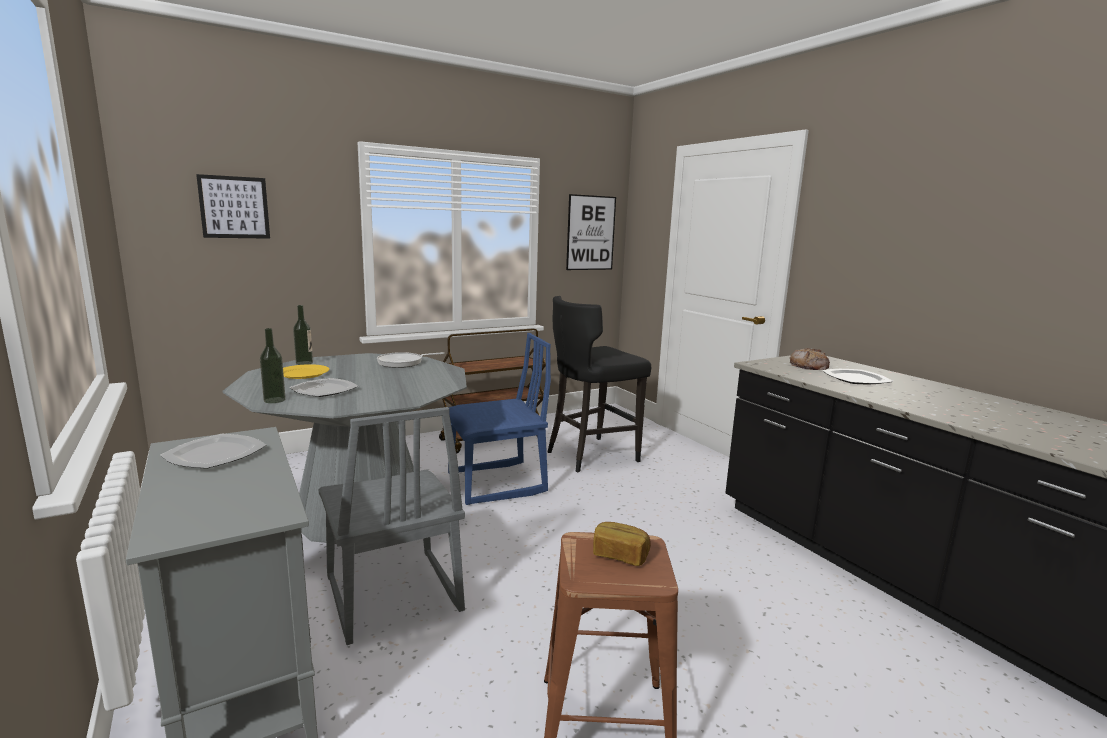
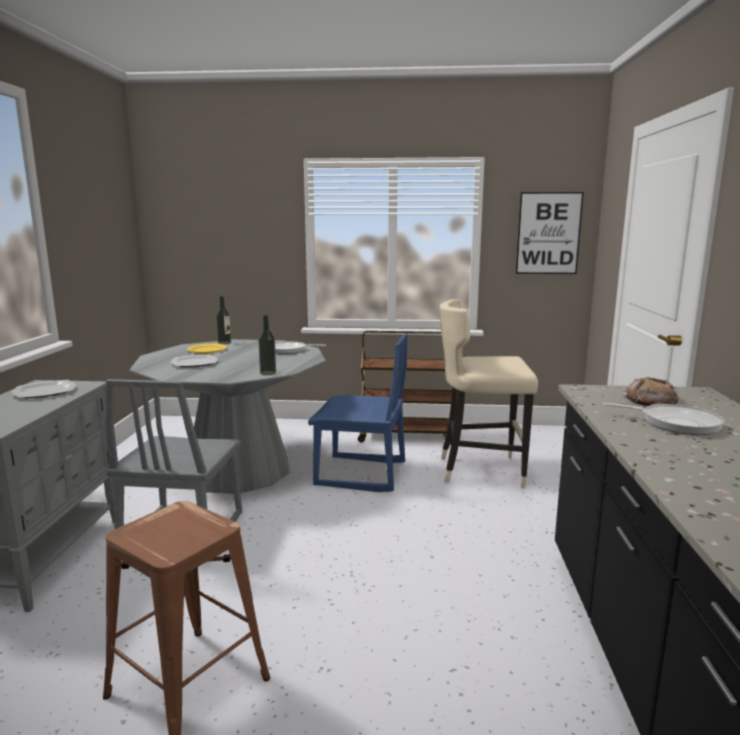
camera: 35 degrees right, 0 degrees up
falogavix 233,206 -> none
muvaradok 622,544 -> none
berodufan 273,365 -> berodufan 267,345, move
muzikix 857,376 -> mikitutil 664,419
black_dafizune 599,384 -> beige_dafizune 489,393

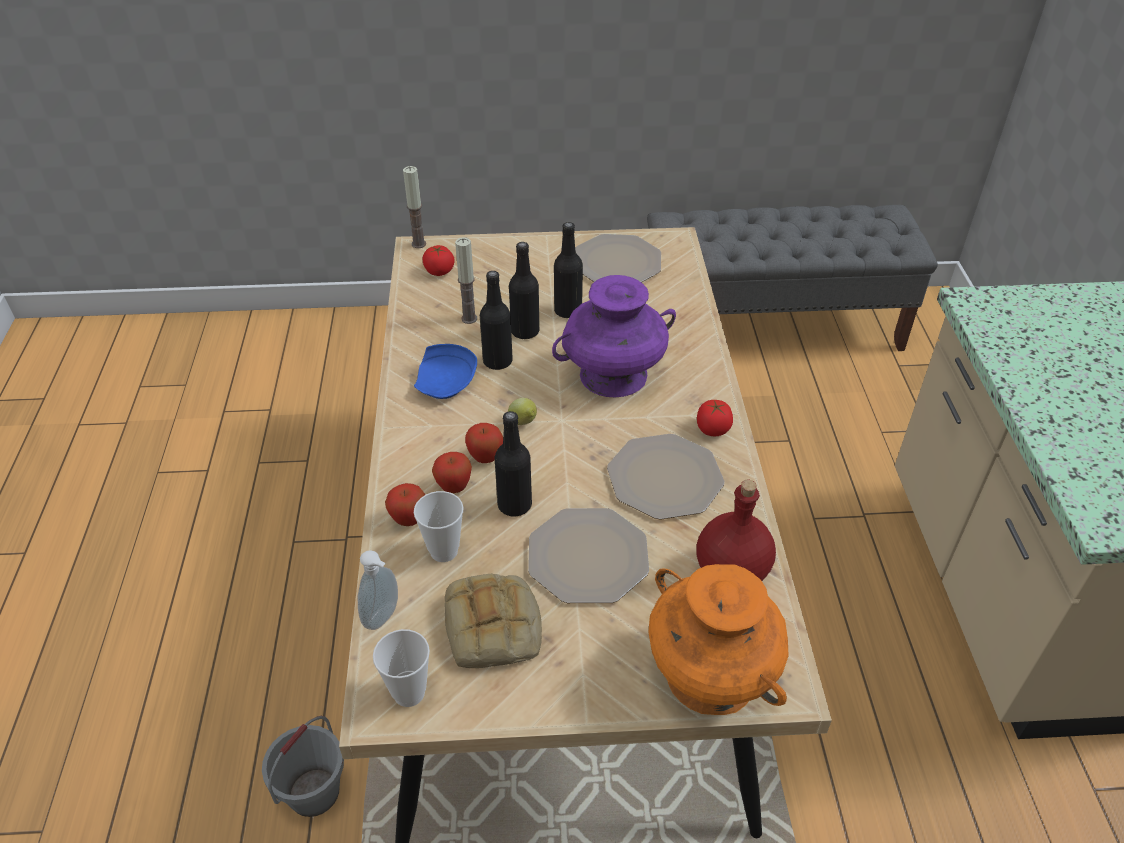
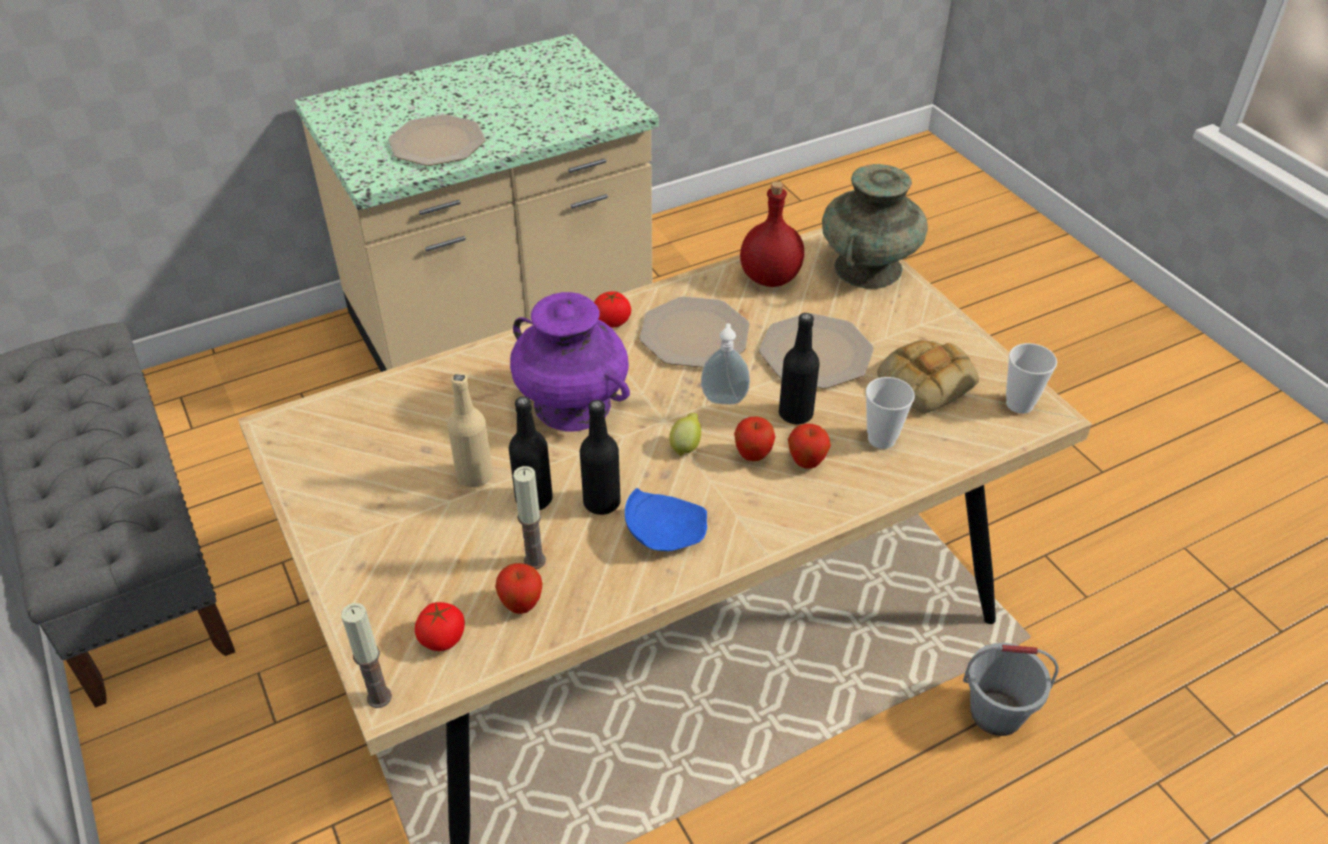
camera: 115 degrees left, 0 degrees up
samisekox 378,590 -> samisekox 725,364, move
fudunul 405,504 -> fudunul 519,588, move
muzikix 618,258 -> muzikix 436,140, move
black_berodufan 568,270 -> beige_berodufan 470,430
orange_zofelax 718,639 -> turquoise_zofelax 875,226

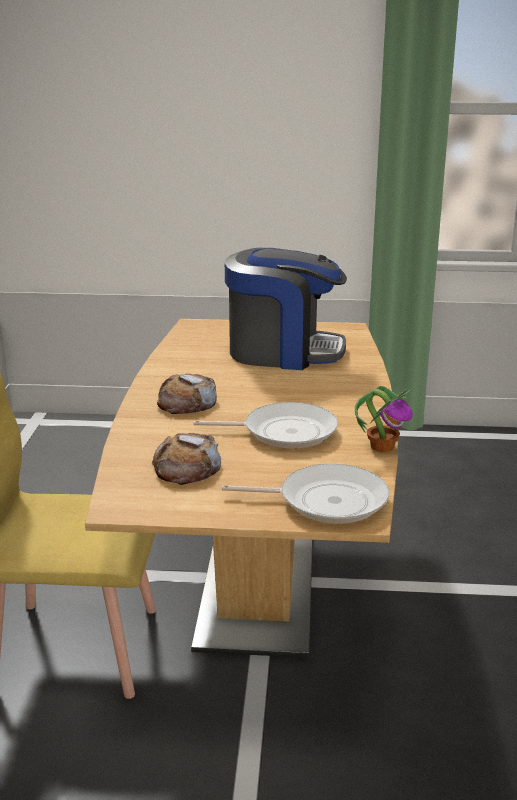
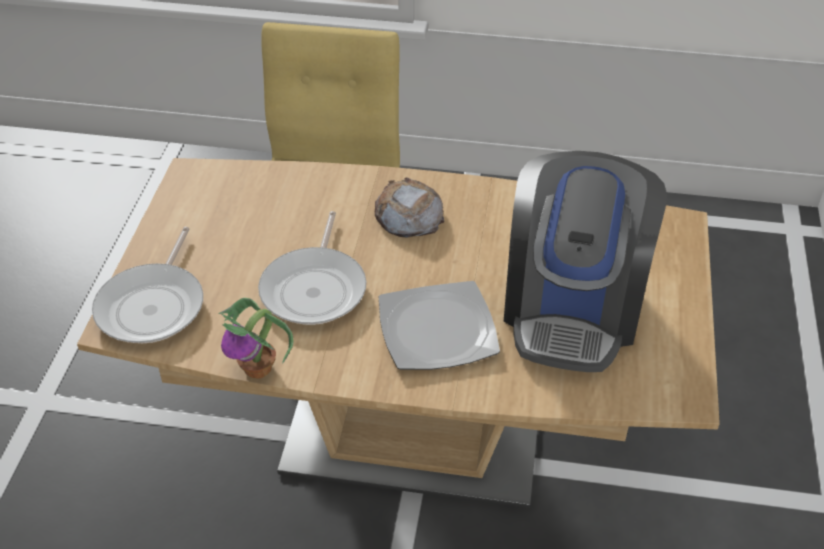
camera: 95 degrees right, 20 degrees up
muvaradok 186,459 -> none
none -> muzikix 439,325

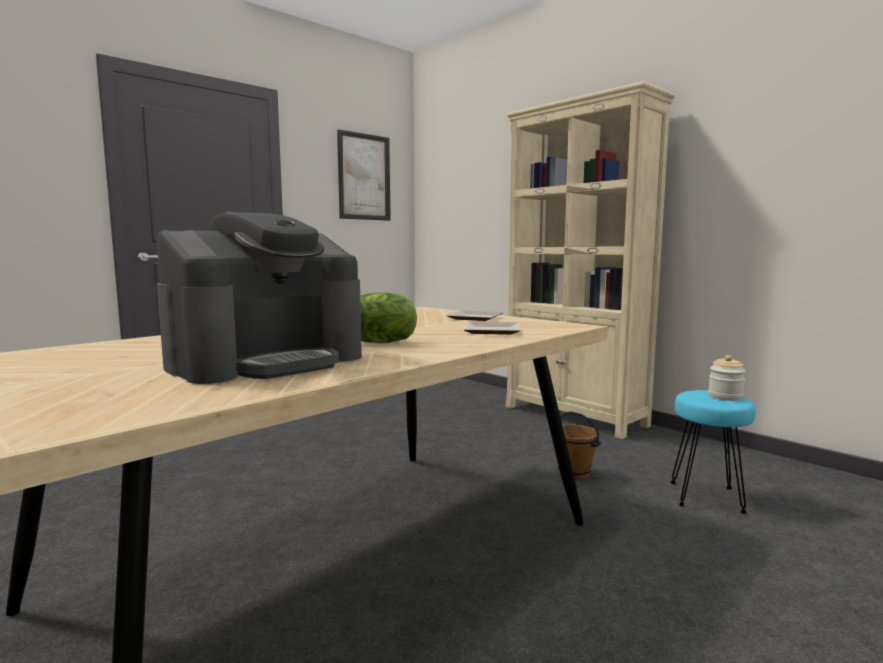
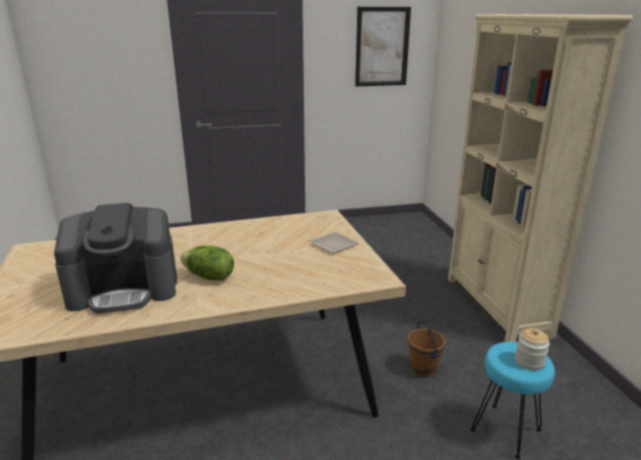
camera: 30 degrees right, 15 degrees up
muzikix 492,328 -> none

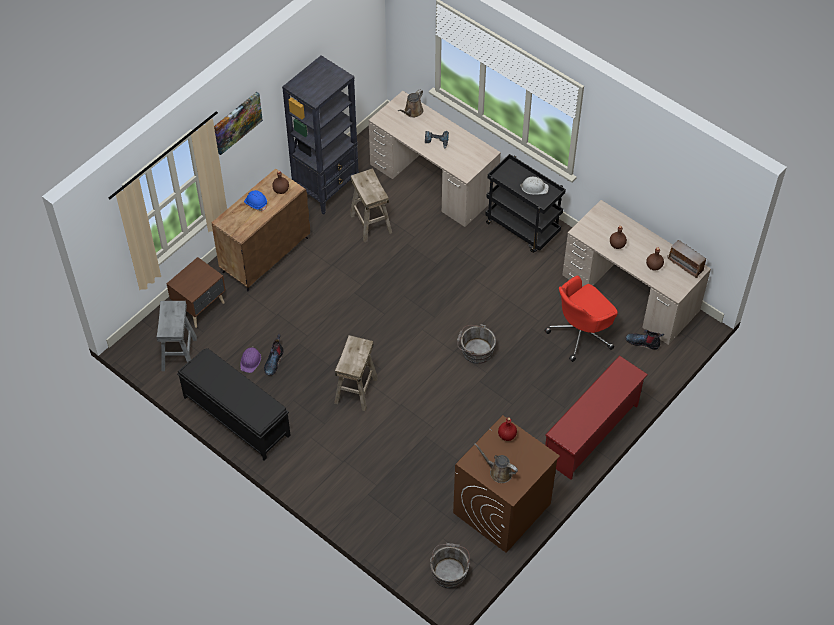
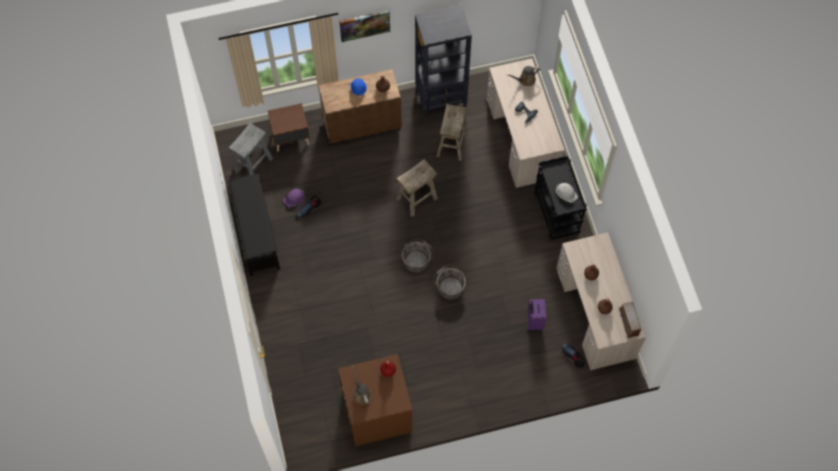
camera: 35 degrees right, 10 degrees up
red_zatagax 596,417 -> none
beige_dafizune 356,373 -> beige_dafizune 417,188, move
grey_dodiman 450,566 -> grey_dodiman 418,256, move
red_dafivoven 581,318 -> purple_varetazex 536,314

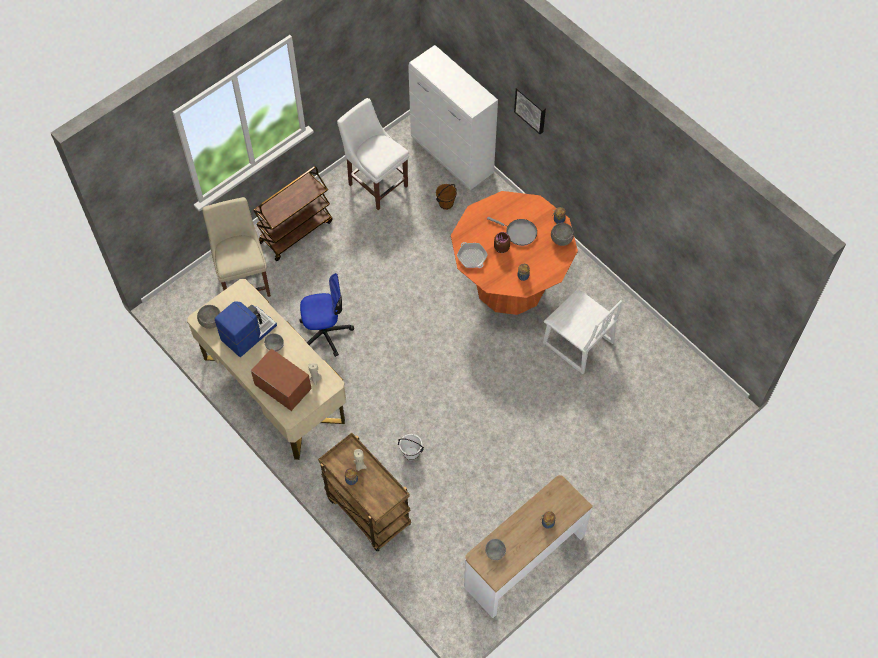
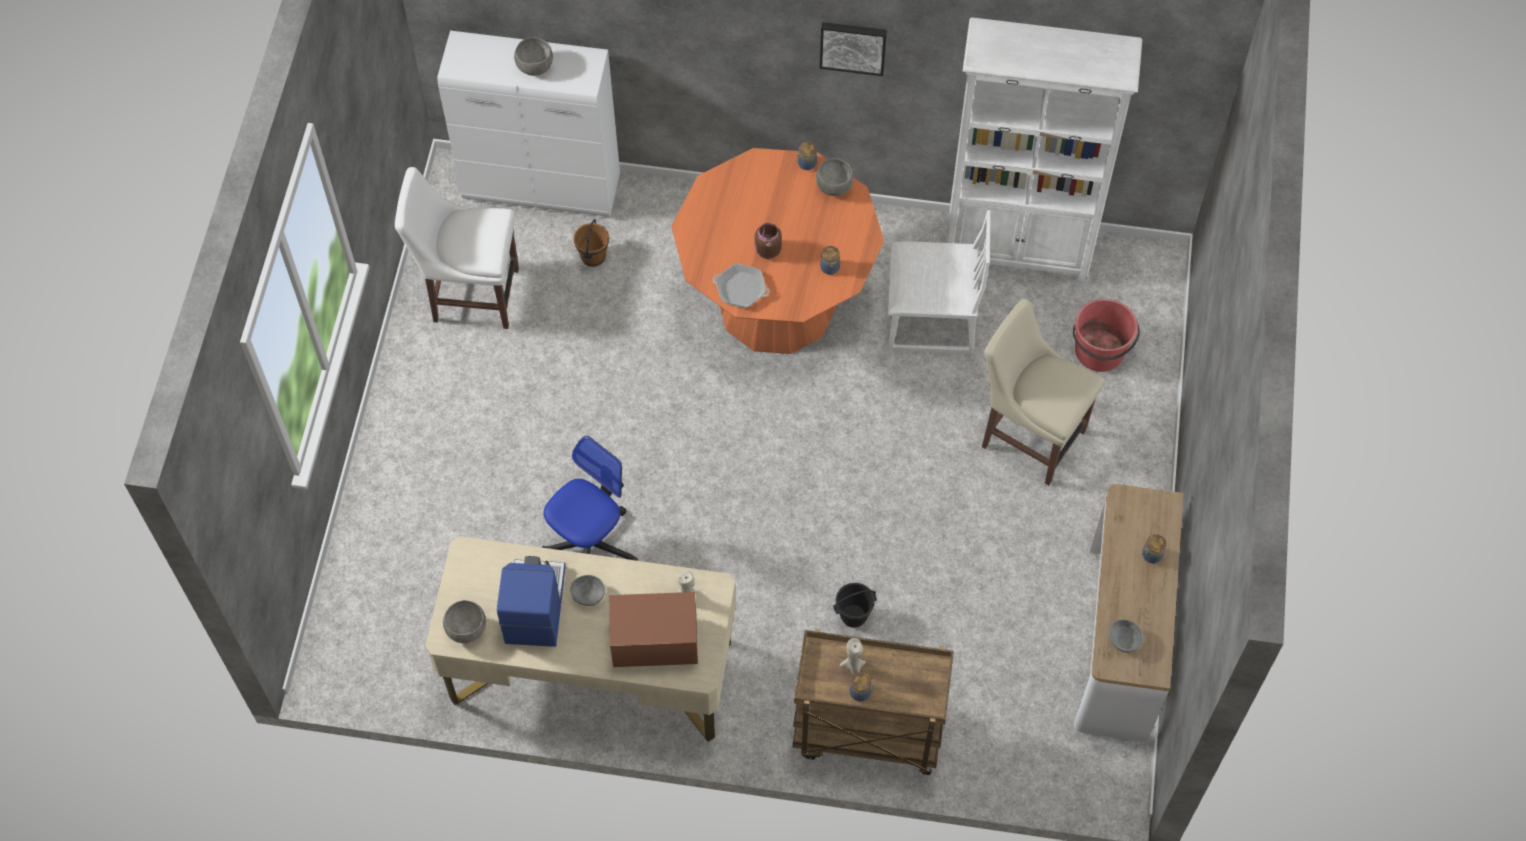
camera: 40 degrees left, 0 degrees up
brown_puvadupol 293,213 -> none
grey_mikitutil 512,231 -> none
none -> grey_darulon 533,56
none -> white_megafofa 1043,150
none -> red_dodiman 1106,335
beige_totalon 236,247 -> beige_totalon 1043,392, move
falogavix 530,110 -> falogavix 853,49, move
white_dodiman 411,447 -> black_dodiman 855,605

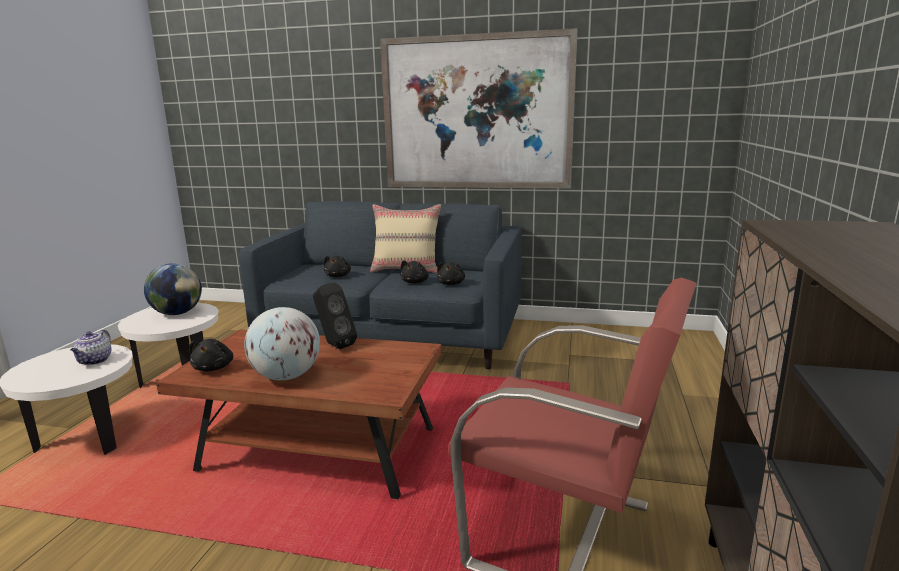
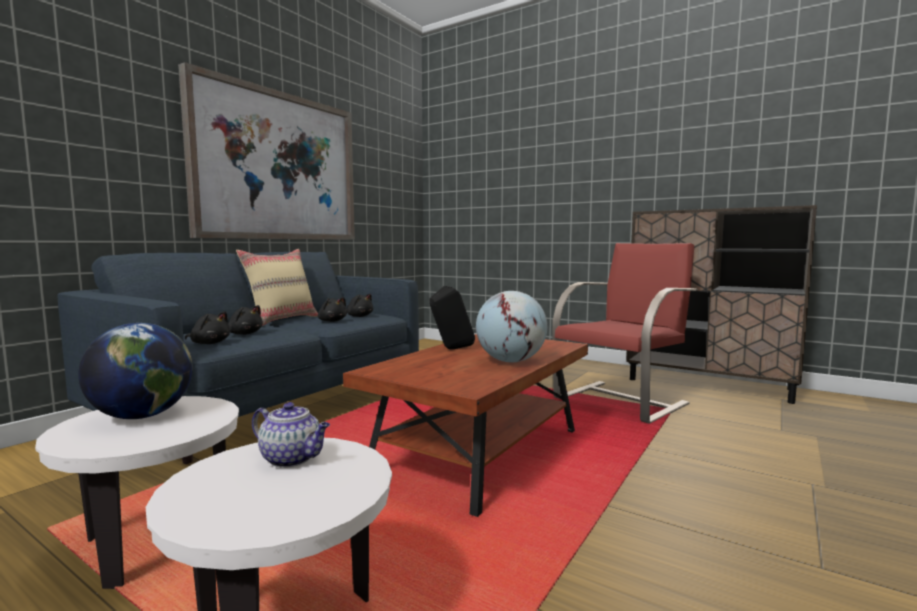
camera: 70 degrees left, 10 degrees down
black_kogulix 211,355 -> black_kogulix 207,327, move

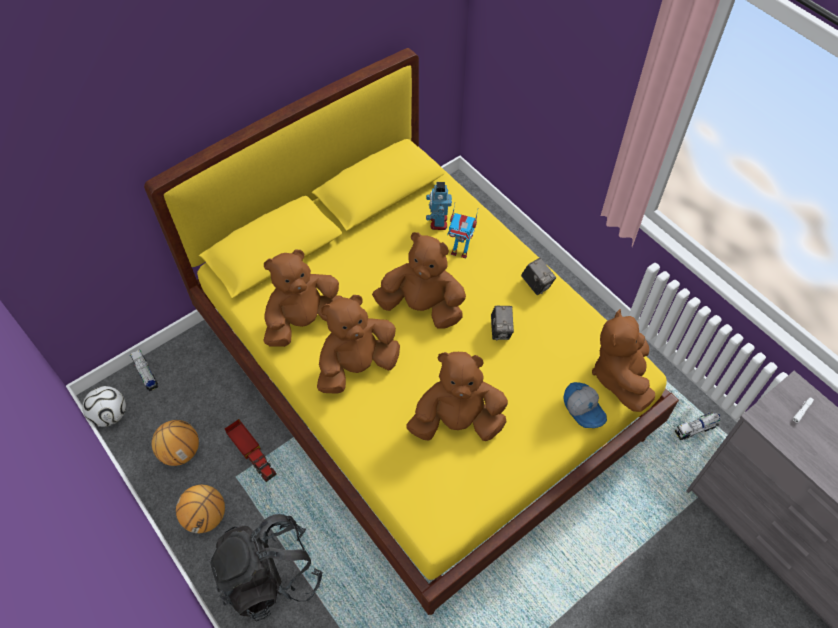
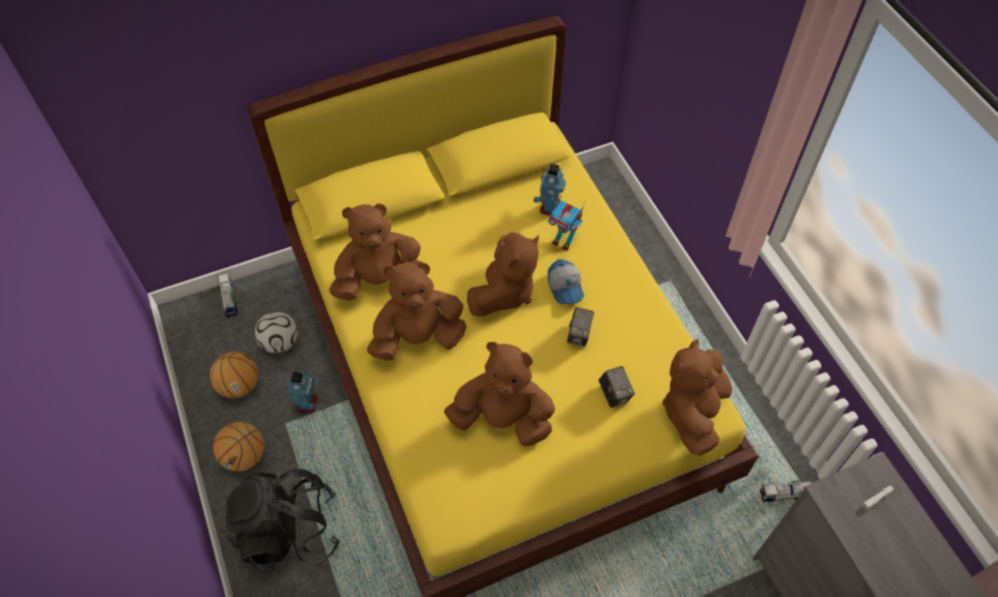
camera: 15 degrees right, 0 degrees up
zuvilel 104,406 -> zuvilel 276,332, move
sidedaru 538,276 -> sidedaru 617,387, move
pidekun 585,405 -> pidekun 566,281, move
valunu 251,450 -> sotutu 304,392
brown_kogulix 419,280 -> brown_kogulix 503,274, 90 degrees clockwise

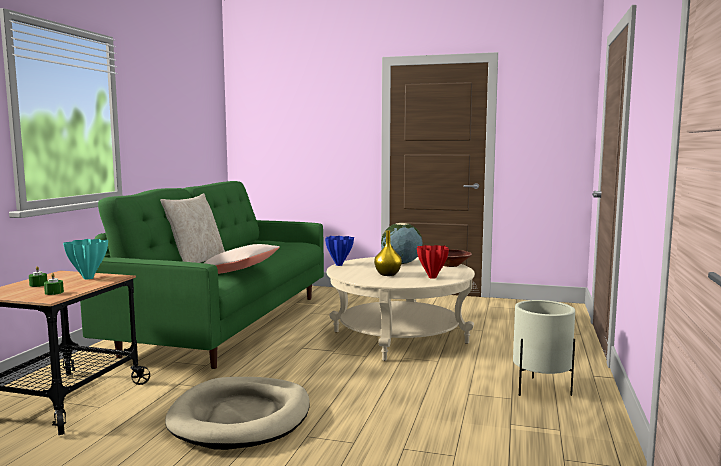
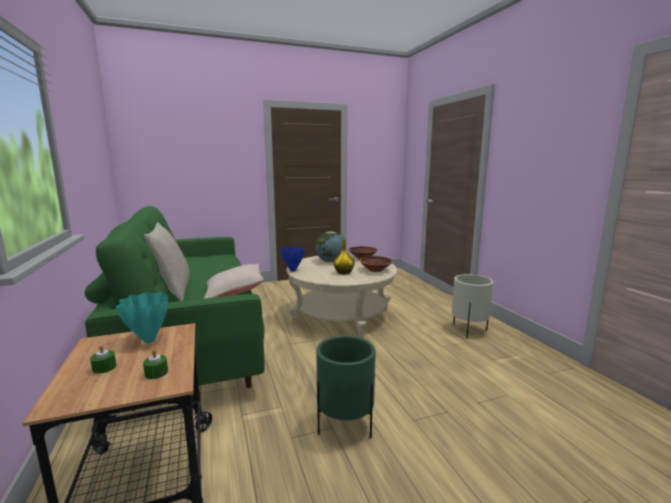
camera: 35 degrees left, 5 degrees up
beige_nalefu 237,413 -> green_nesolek 346,387
red_zofelax 433,262 -> brown_darulon 376,264

